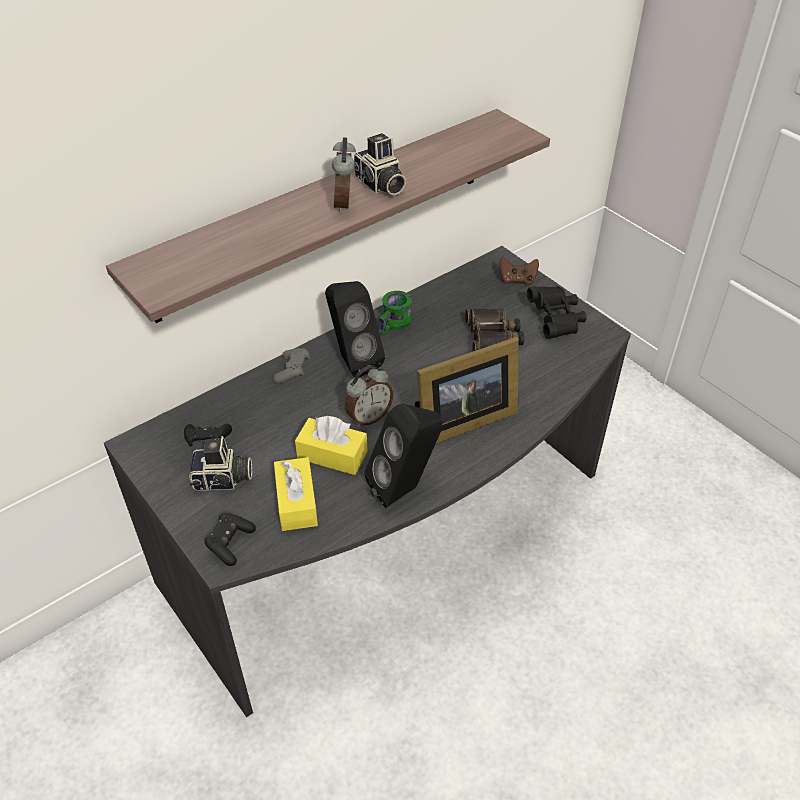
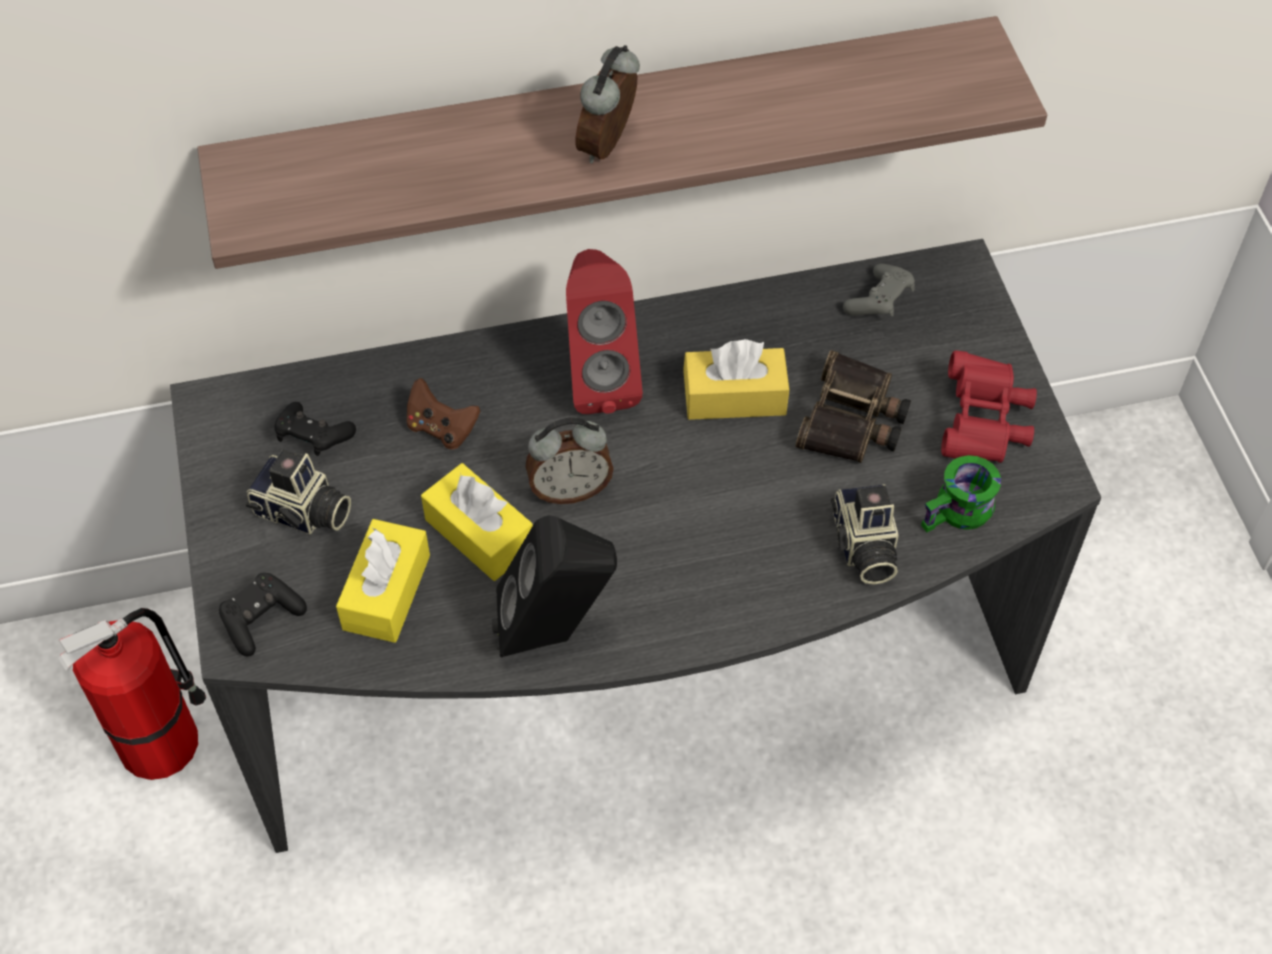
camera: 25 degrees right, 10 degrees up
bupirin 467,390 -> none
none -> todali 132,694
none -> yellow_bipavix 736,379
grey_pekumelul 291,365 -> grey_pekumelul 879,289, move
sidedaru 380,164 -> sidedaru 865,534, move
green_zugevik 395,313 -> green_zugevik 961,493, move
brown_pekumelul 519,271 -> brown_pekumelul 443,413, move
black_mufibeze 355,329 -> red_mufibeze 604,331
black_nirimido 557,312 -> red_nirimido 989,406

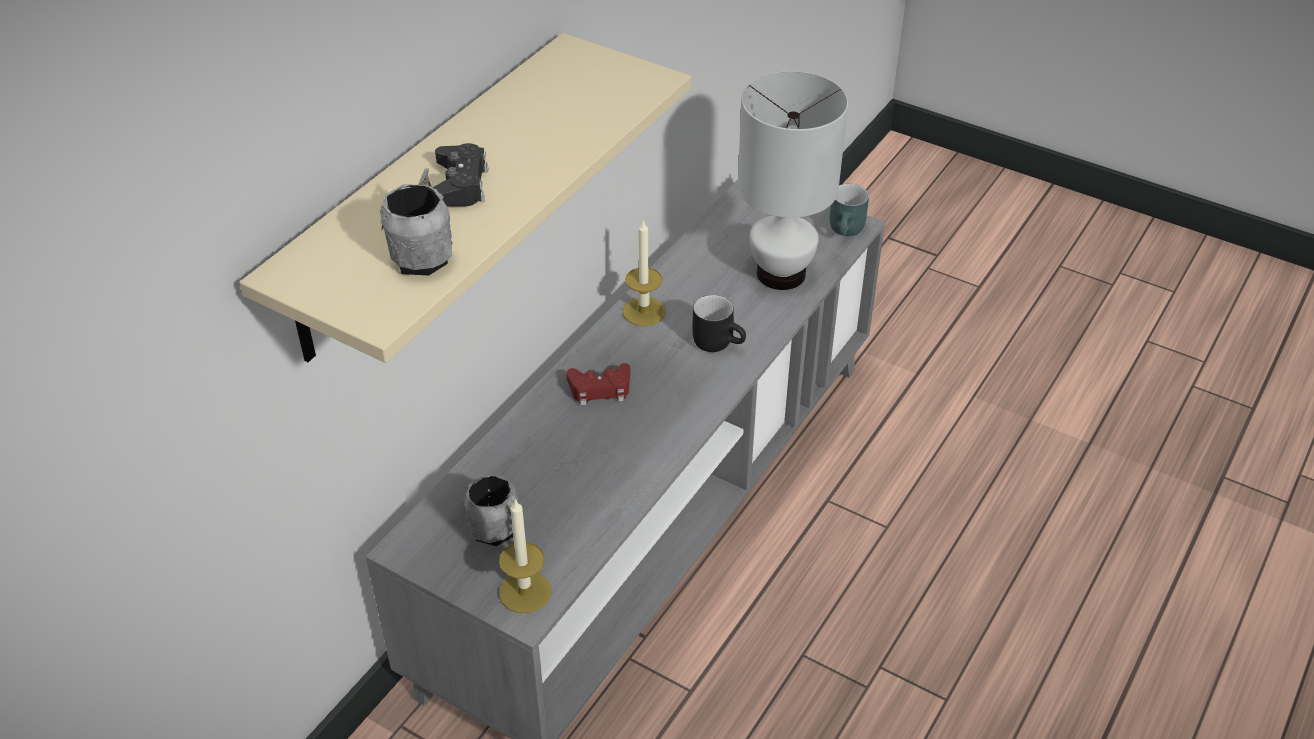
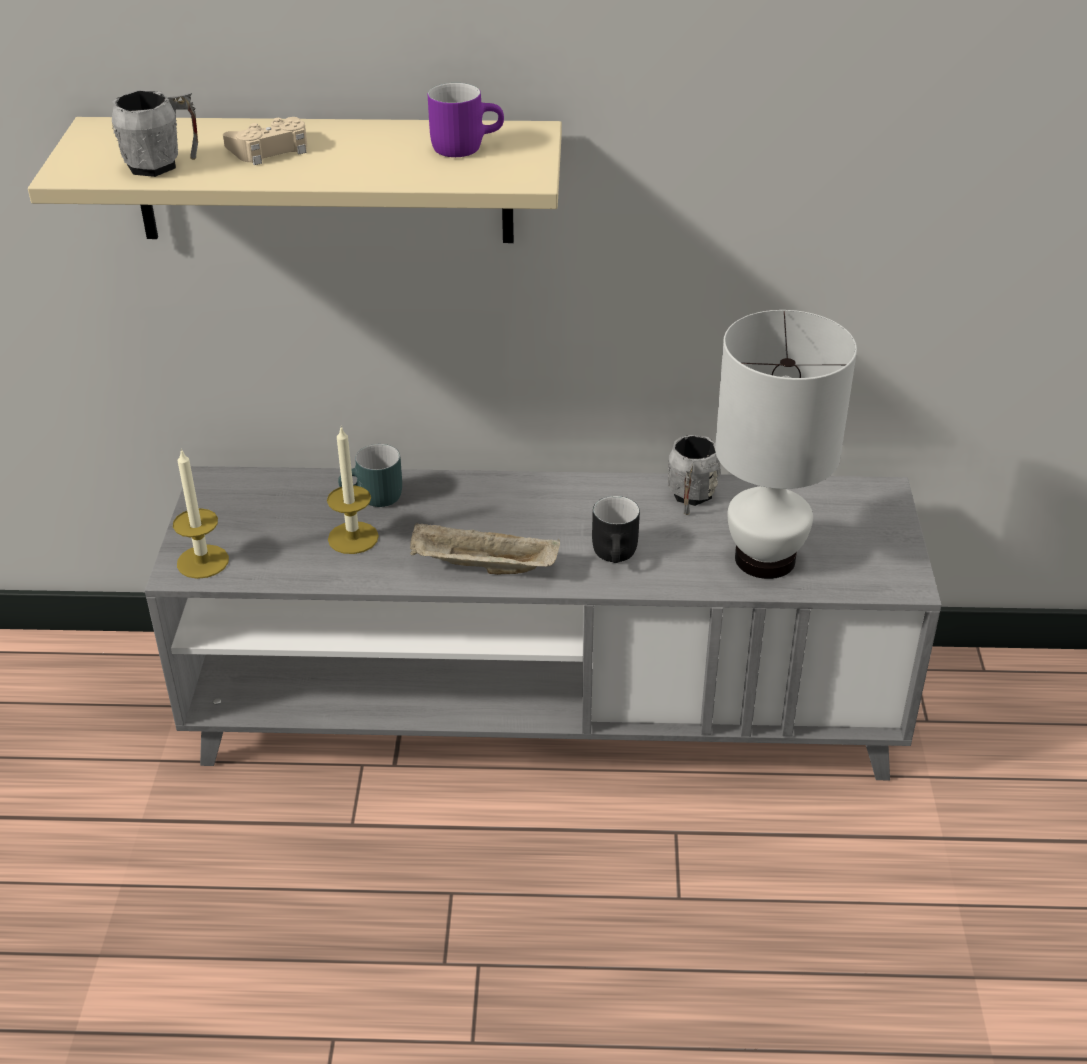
camera: 60 degrees right, 5 degrees down
red_pekumelul 598,384 -> none
none -> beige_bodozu 485,548
none -> purple_zugevik 466,120
grey_zugevik 491,510 -> grey_zugevik 694,475, move
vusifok 644,272 -> vusifok 353,489, move
turquoise_zugevik 849,210 -> turquoise_zugevik 370,475, move
black_pekumelul 460,175 -> beige_pekumelul 265,141

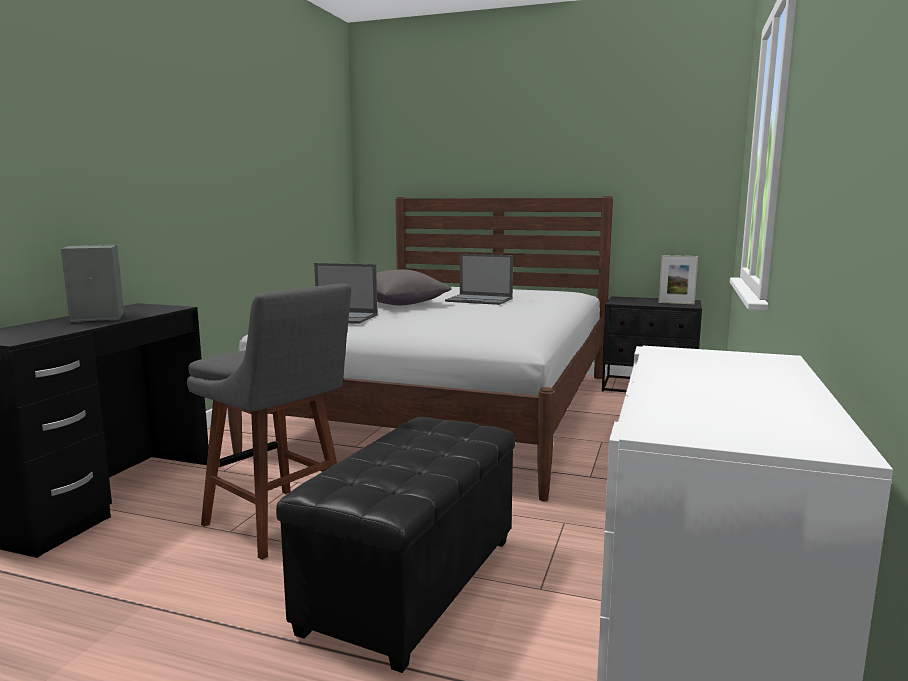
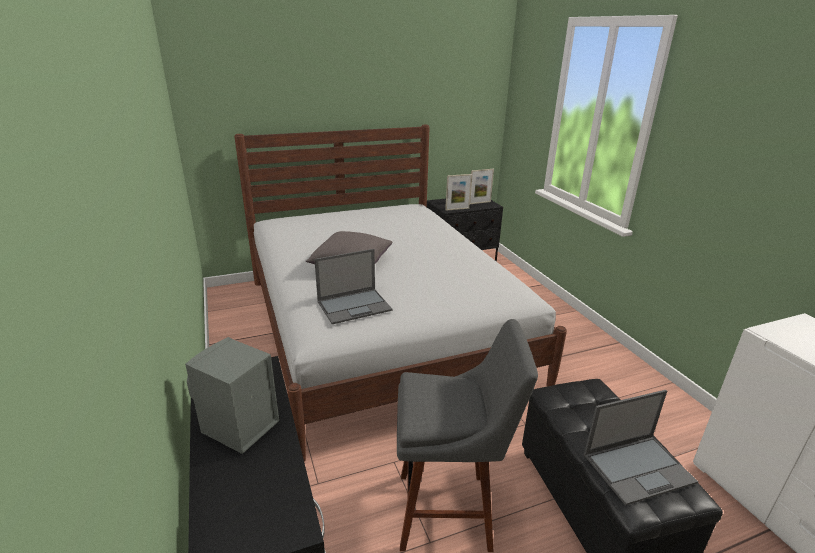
camera: 40 degrees left, 15 degrees up
none -> bupirin 458,192
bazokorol 479,279 -> bazokorol 641,448, move

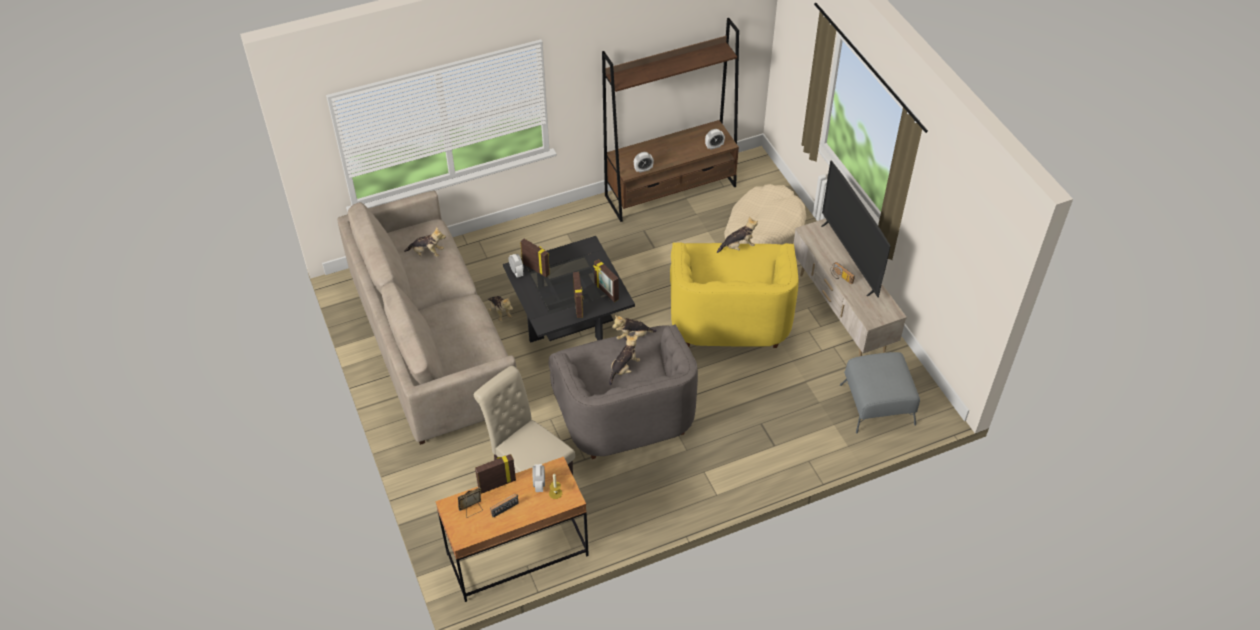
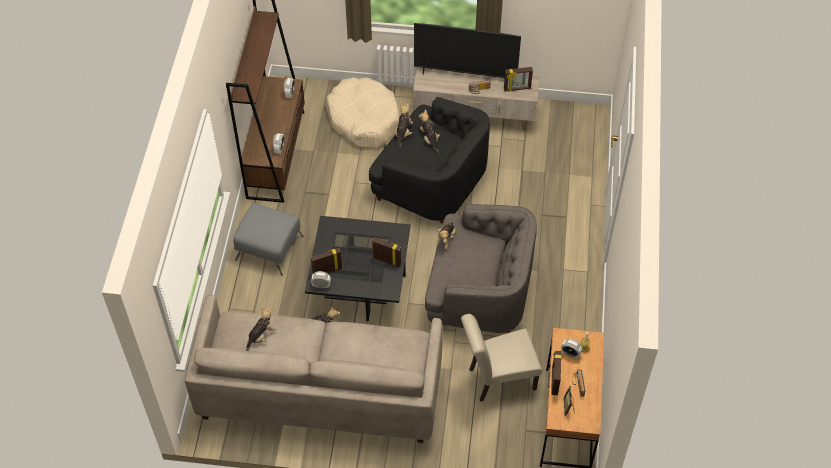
camera: 60 degrees left, 5 degrees up
bupirin 606,280 -> bupirin 518,79, move
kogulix 624,360 -> kogulix 429,131, move
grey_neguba 880,392 -> grey_neguba 268,239, move
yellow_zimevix 734,295 -> black_zimevix 429,160

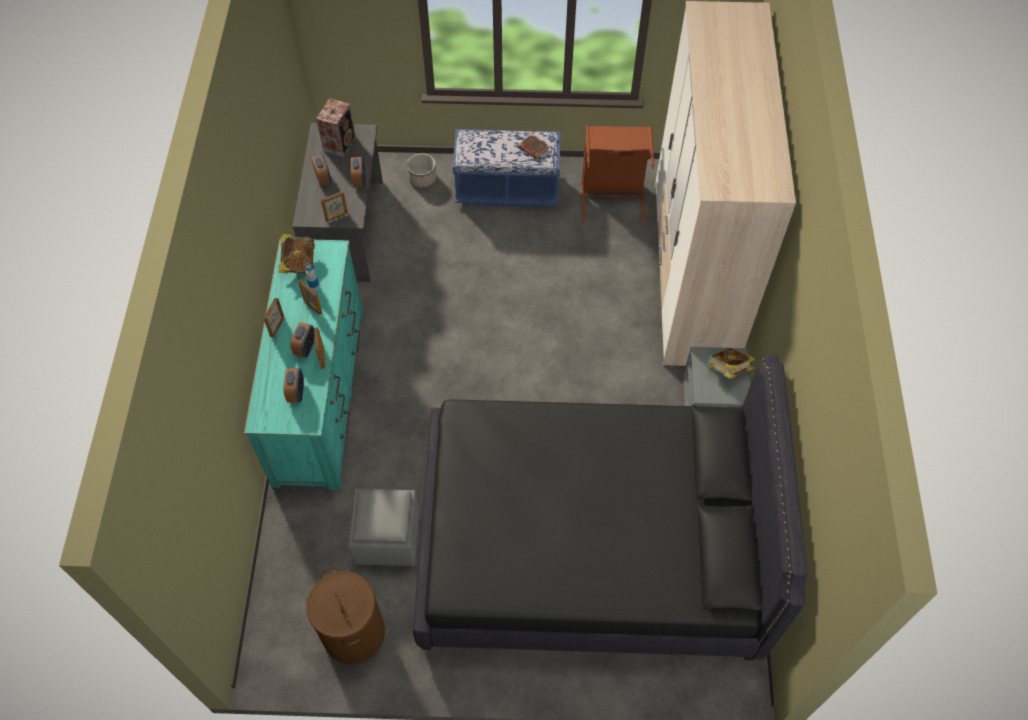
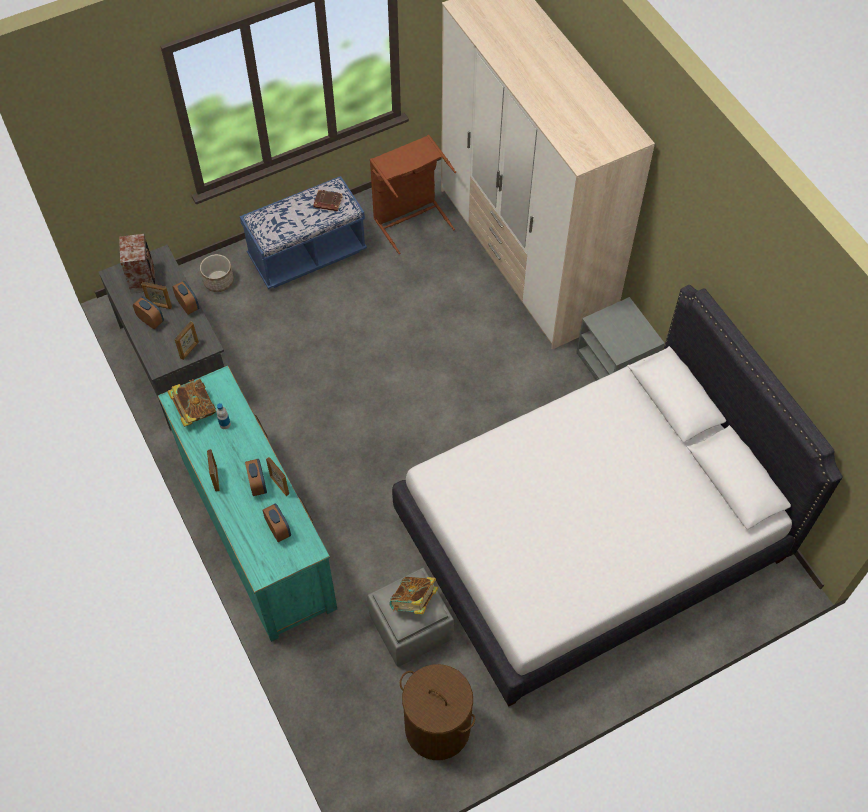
camera: 30 degrees left, 0 degrees up
bupirin 310,297 -> bupirin 156,295, move
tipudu 731,363 -> tipudu 414,596, move
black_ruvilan 610,507 -> white_ruvilan 617,496

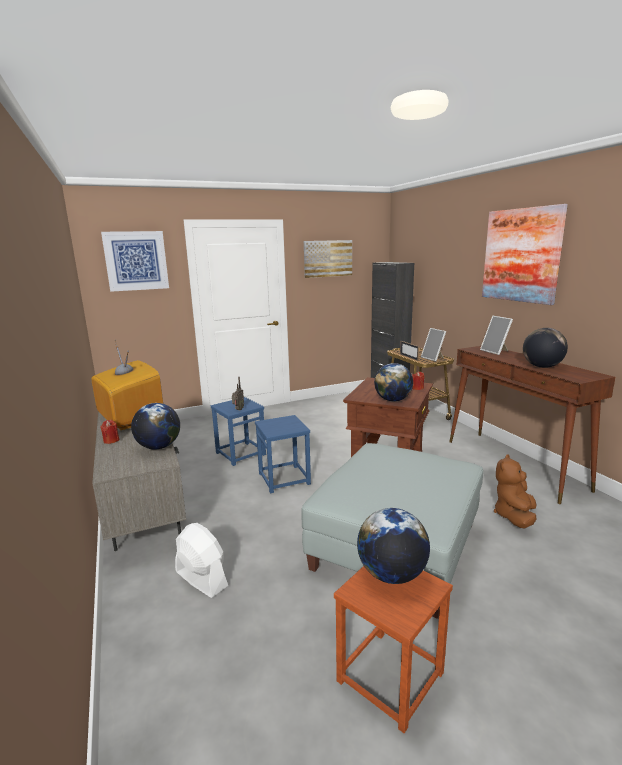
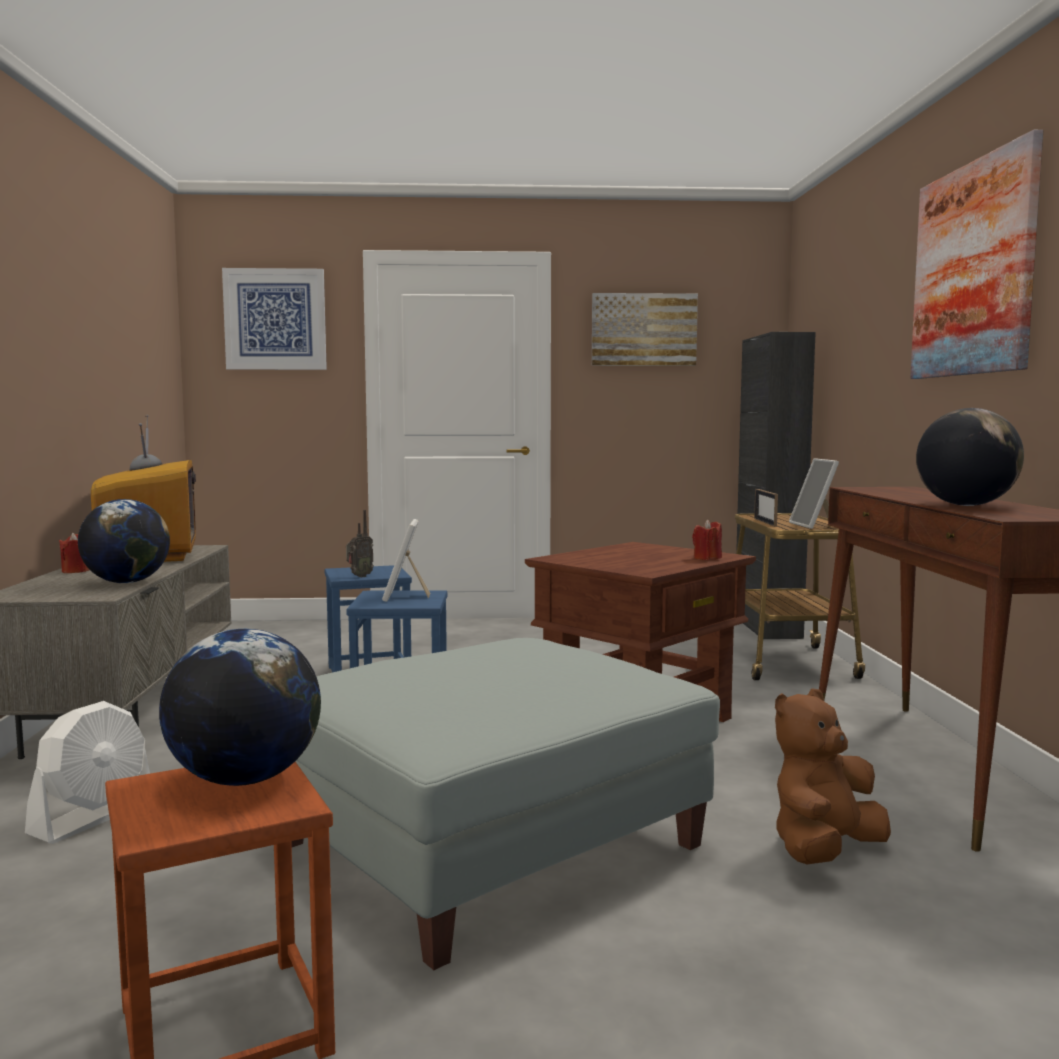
camera: 20 degrees right, 10 degrees down
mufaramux 393,382 -> none
bupirin 496,335 -> bupirin 406,560, move
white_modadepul 201,560 -> white_modadepul 87,772, 60 degrees clockwise

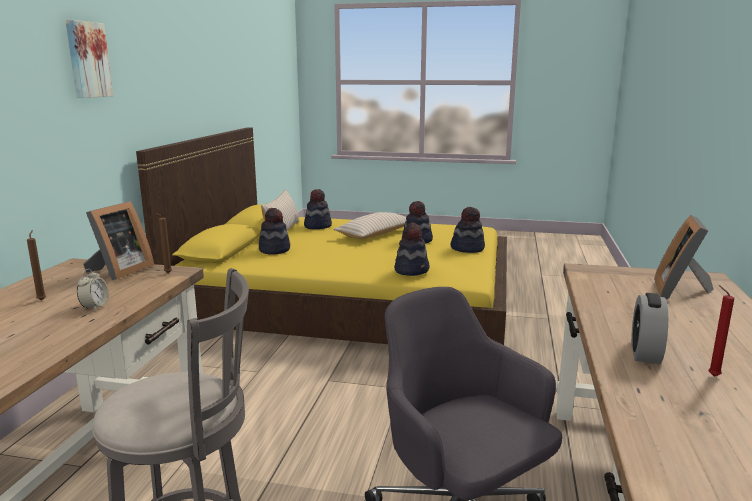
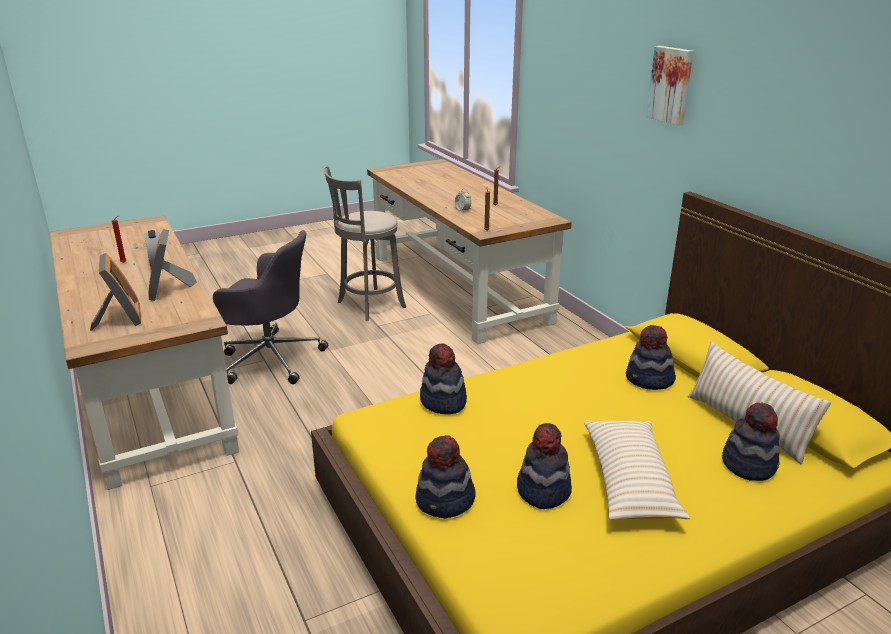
camera: 140 degrees right, 10 degrees up
bupirin 118,240 -> bupirin 172,265, move

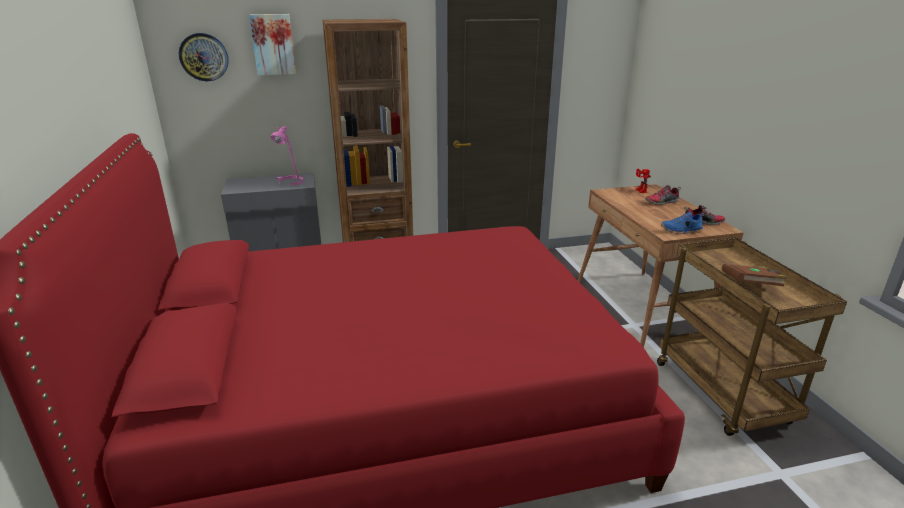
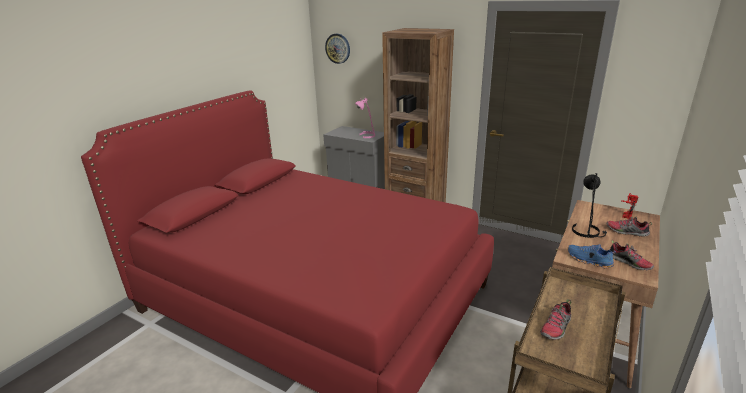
camera: 45 degrees right, 0 degrees up
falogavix 272,44 -> none
none -> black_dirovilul 589,205
brown_tipudu 754,275 -> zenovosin 555,319

